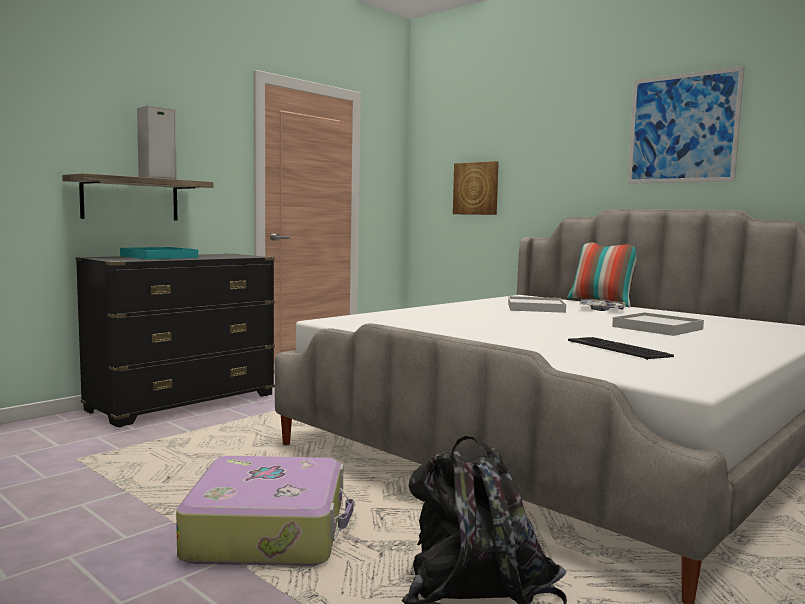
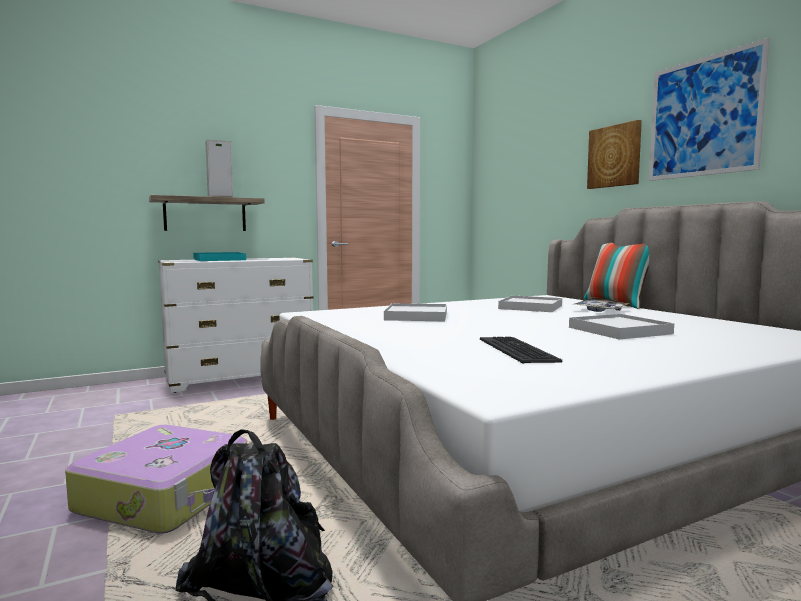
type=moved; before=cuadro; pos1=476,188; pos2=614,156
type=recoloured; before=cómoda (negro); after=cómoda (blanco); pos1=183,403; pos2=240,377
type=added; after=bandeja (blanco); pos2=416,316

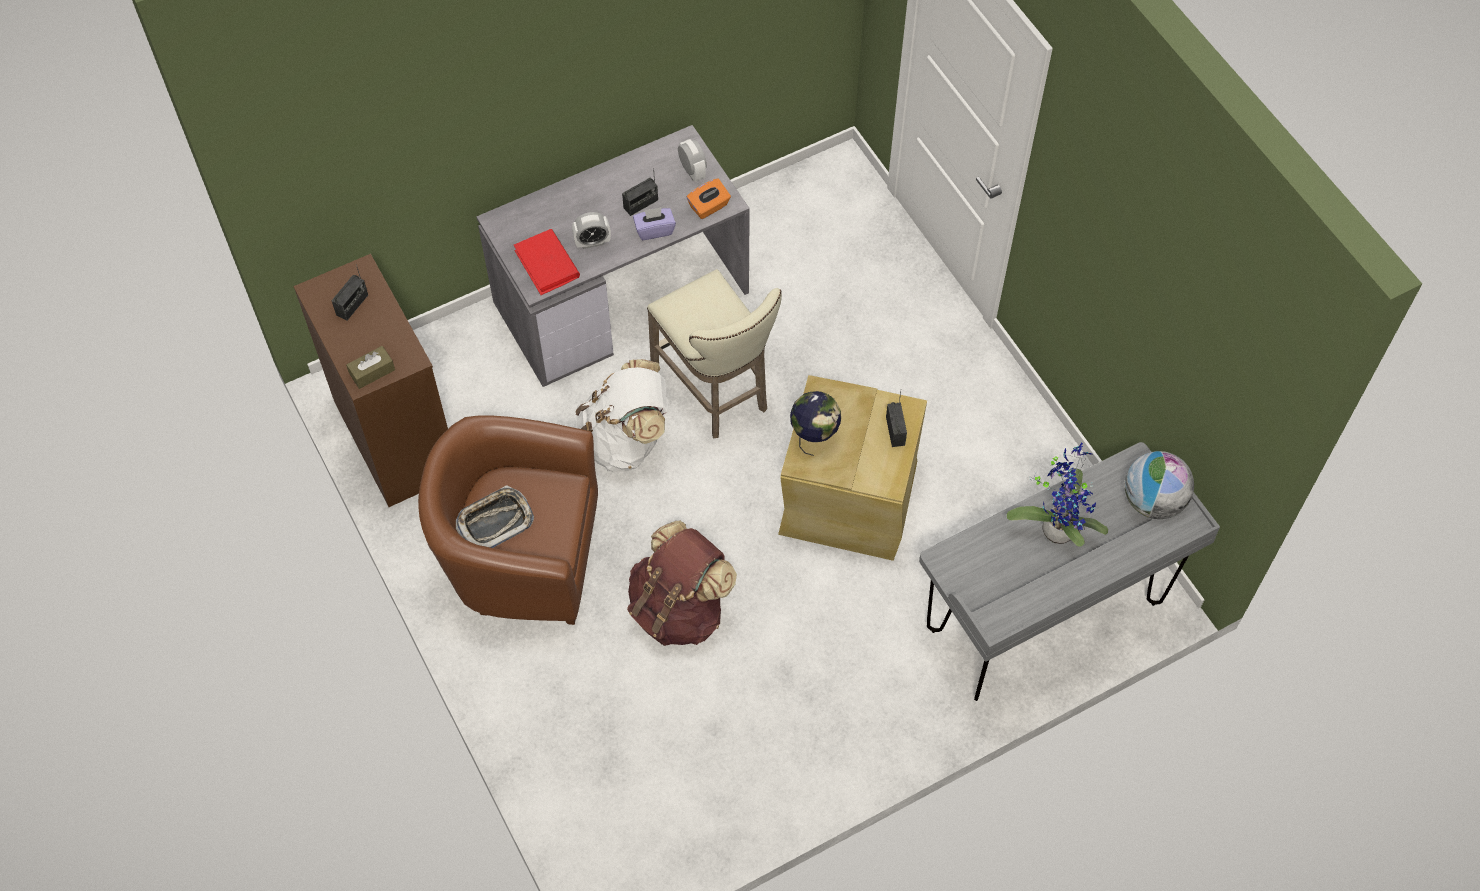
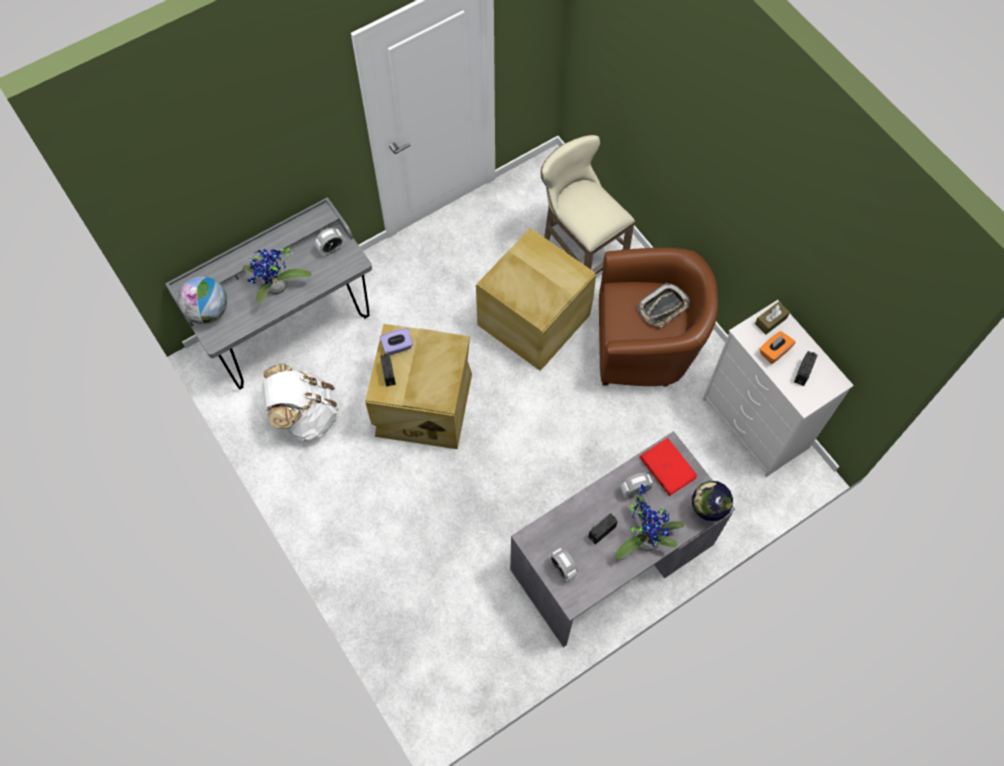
type=moved; before=caja de pañuelos (naranja); pos1=709,207; pos2=774,351
type=moved; before=caja de pañuelos (morado); pos1=654,230; pos2=397,346
type=recoloured; before=cómoda (marrón); after=cómoda (blanco); pos1=395,437; pos2=756,424
type=moved; before=taburete (beis); pos1=715,392; pos2=580,251
type=moved; before=mochila (blanco); pos1=626,440; pos2=306,415
type=moved; before=globo terráqueo; pos1=814,436; pos2=707,511
type=replaced; before=mochila (marrón); after=caja de almacenaje (beis); pos1=679,609; pos2=533,318
type=added; after=despertador; pos2=331,249
type=added; after=planta en maceta; pos2=644,537

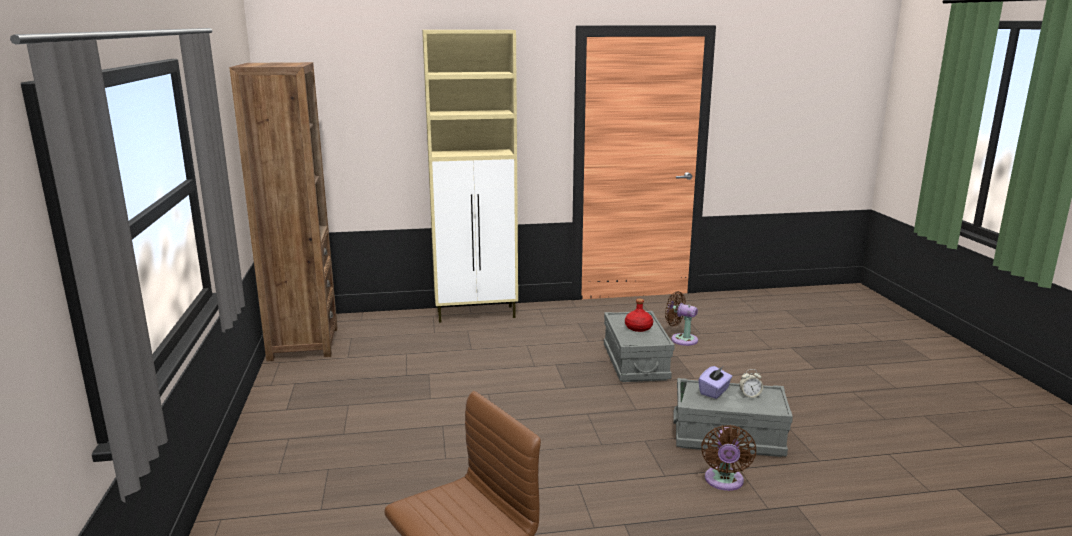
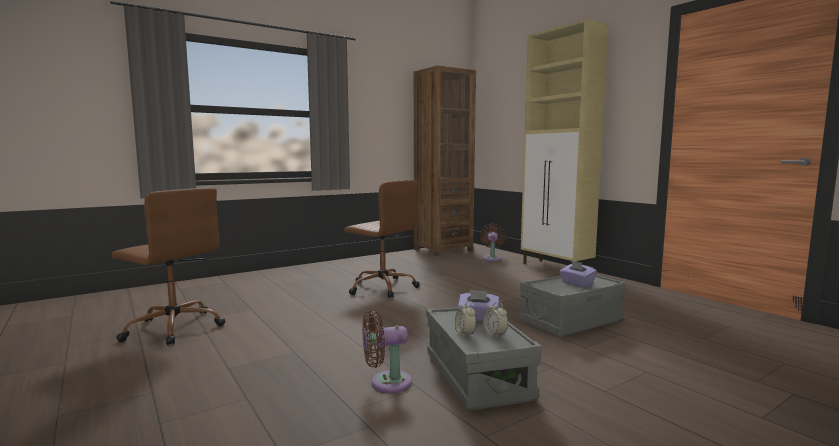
type=moved; before=ventilador (marrón); pos1=681,339; pos2=492,258
type=replaced; before=botella (rojo); after=caja de pañuelos (morado); pos1=638,328; pos2=577,284
type=added; after=silla de oficina (marrón); pos2=382,287
type=added; after=despertador; pos2=465,333

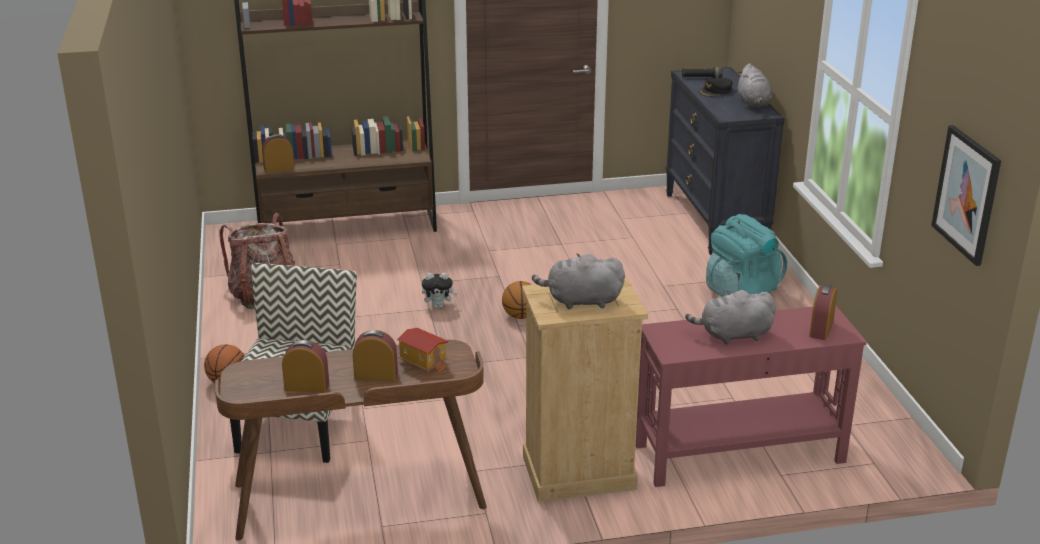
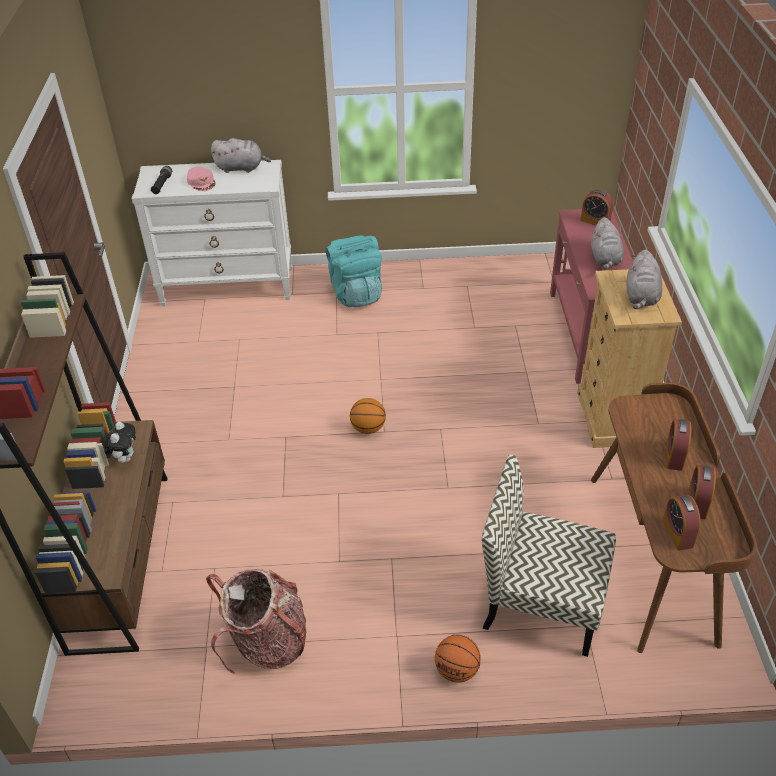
type=recoloured; before=cómoda (negro); after=cómoda (blanco); pos1=715,221; pos2=228,286
type=recoloured; before=gorra (negro); after=gorra (rosa); pos1=715,91; pos2=201,182
type=removed; before=cuadro; pos1=967,194
type=moved; before=despertador; pos1=279,168; pos2=678,533
type=moved; before=peluche; pos1=439,306; pos2=125,457
type=removed; before=casita; pos1=424,362

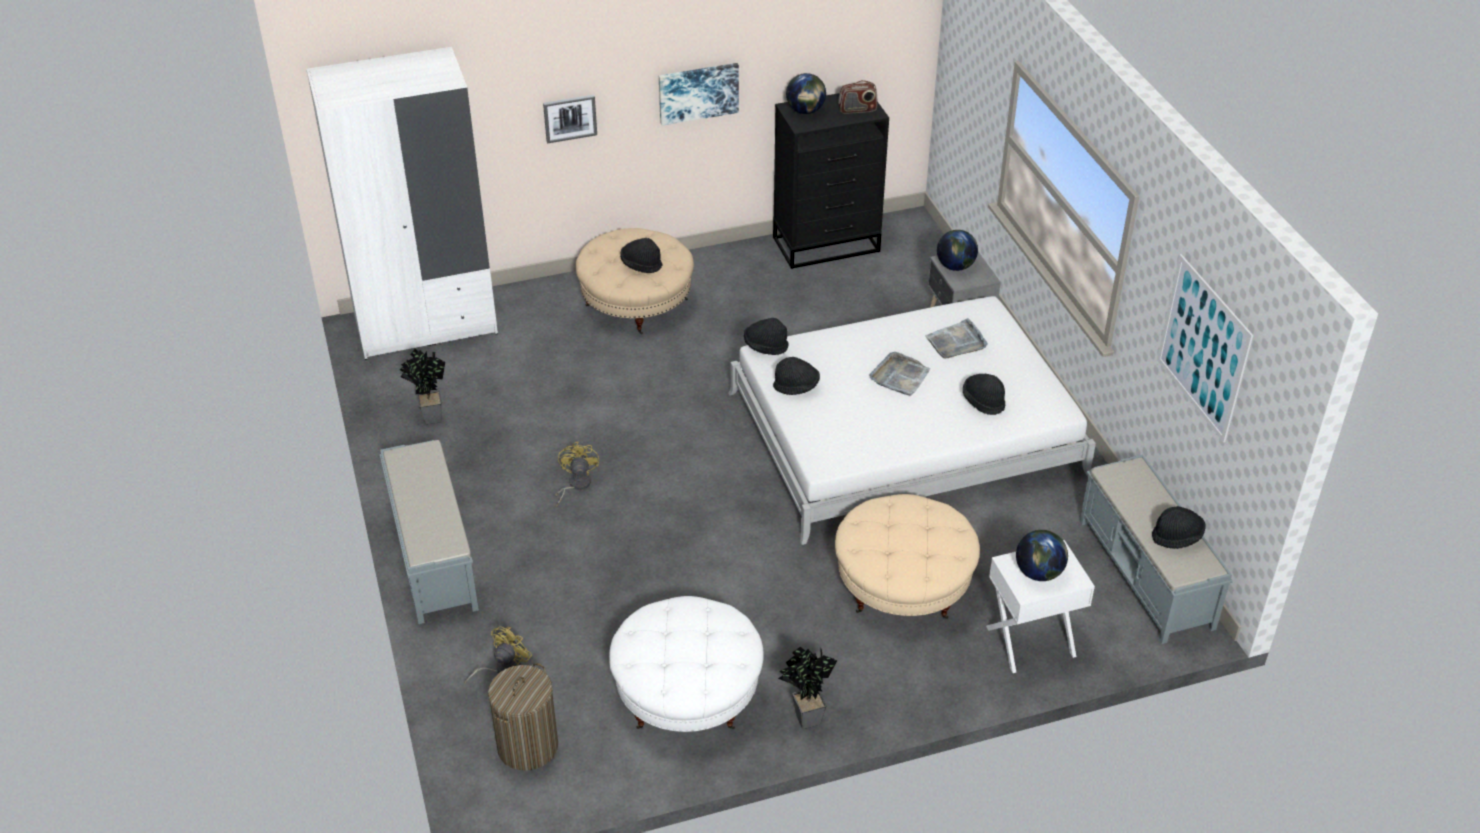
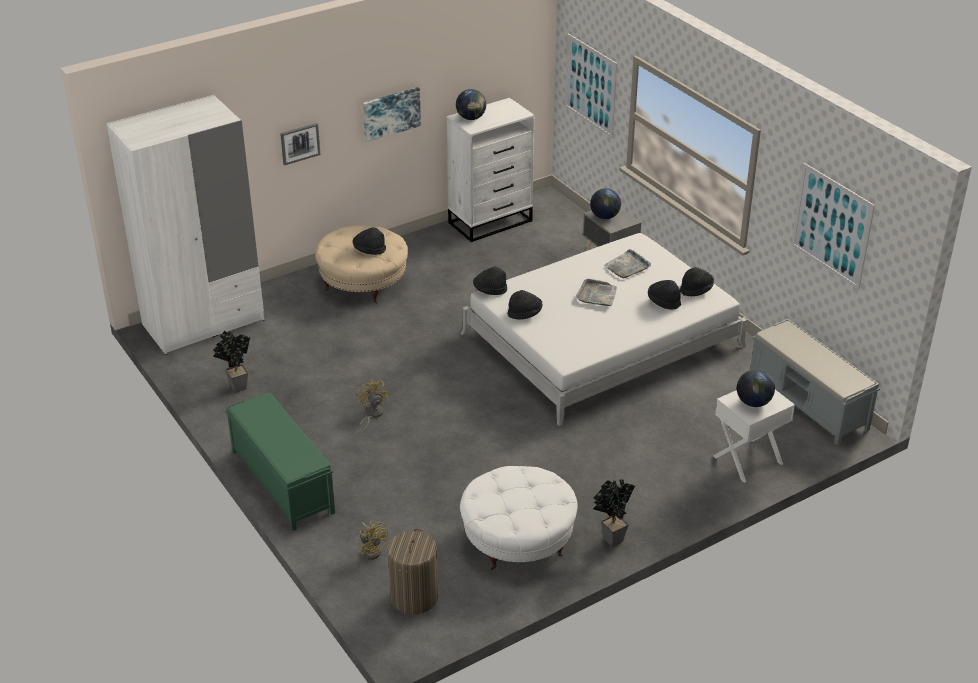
type=removed; before=radio; pos1=857,110
type=recoloured; before=cómoda (negro); after=cómoda (blanco); pos1=827,244; pos2=491,222
type=recoloured; before=banco (gris); after=banco (verde); pos1=432,554; pos2=282,481
type=removed; before=puf (beis); pos1=903,584
type=moved; before=sombrero (negro); pos1=1177,537; pos2=696,290
type=turned; before=ventilador (amarillo); pos1=502,669; pos2=372,550; turn=120
type=added; after=cuadro; pos2=590,85

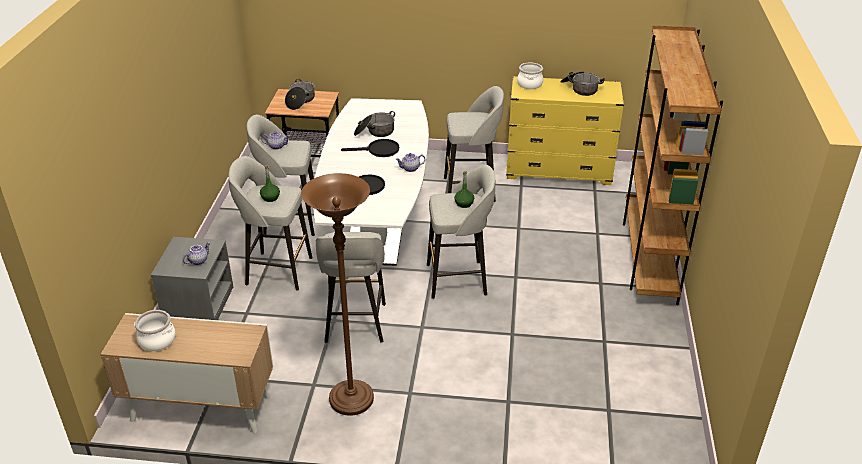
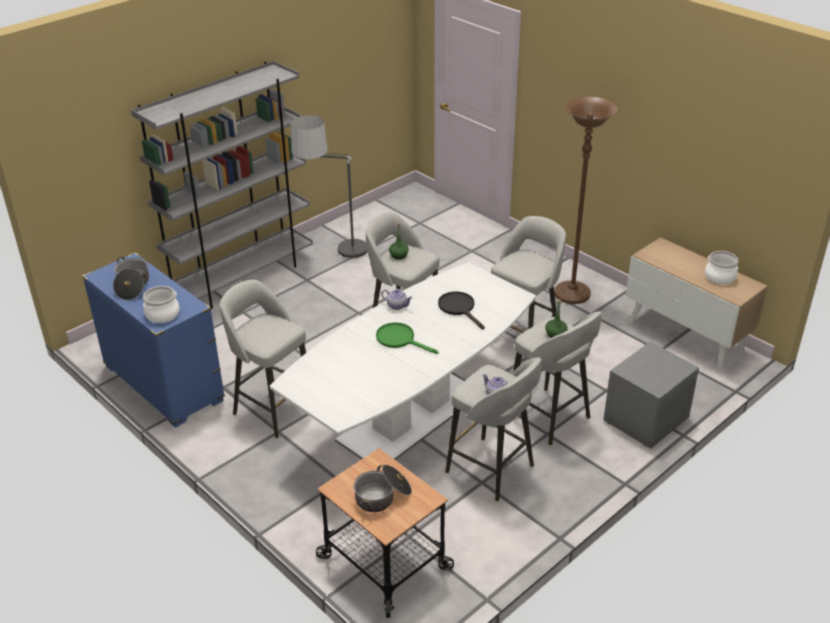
type=recoloured; before=estantería (marrón); after=estantería (gris); pos1=648,257; pos2=242,278
type=recoloured; before=cómoda (amarillo); after=cómoda (azul); pos1=558,171; pos2=163,384
type=removed; before=olla; pos1=374,132
type=recoloured; before=sartén (negro); after=sartén (verde); pos1=378,150; pos2=400,339
type=removed; before=tetera; pos1=198,260
type=added; after=lámpara de pie; pos2=337,262

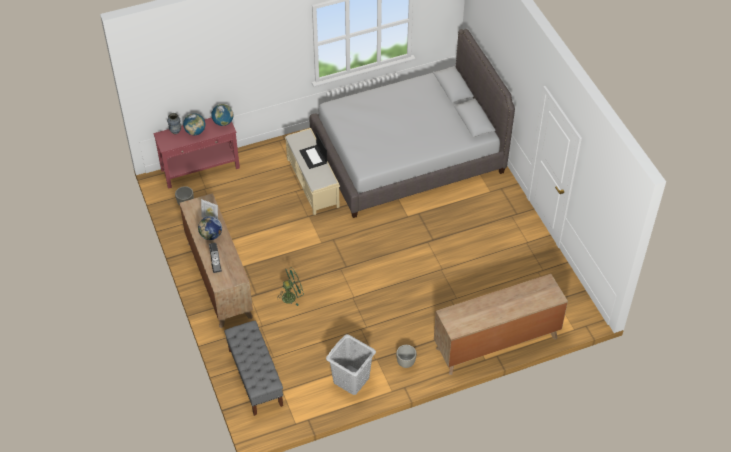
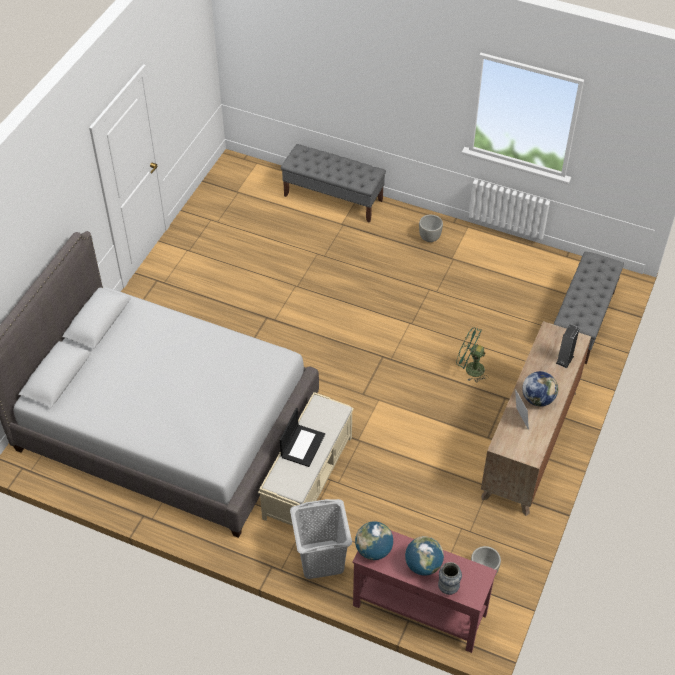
type=replaced; before=cómoda (marrón); after=banco (gris); pos1=496,343; pos2=333,198
type=moved; before=cesto de la ropa (gris); pos1=351,380; pos2=321,559

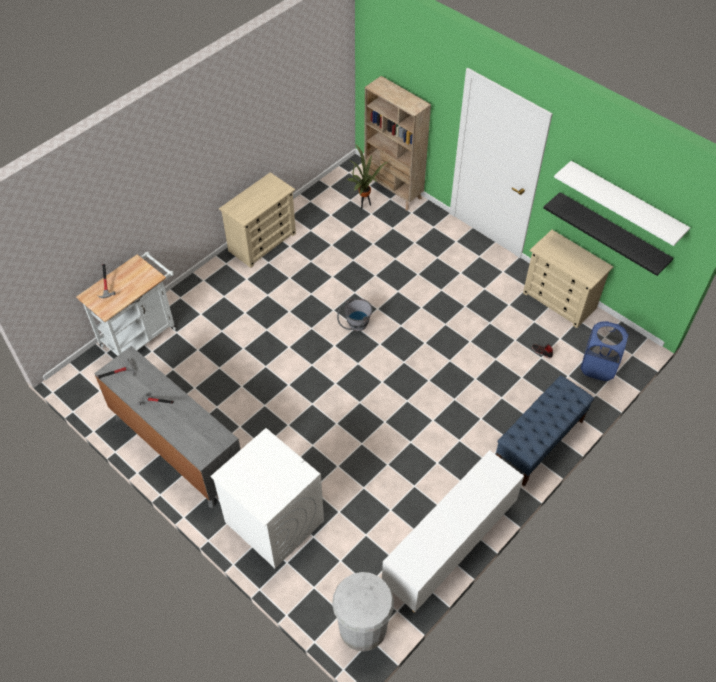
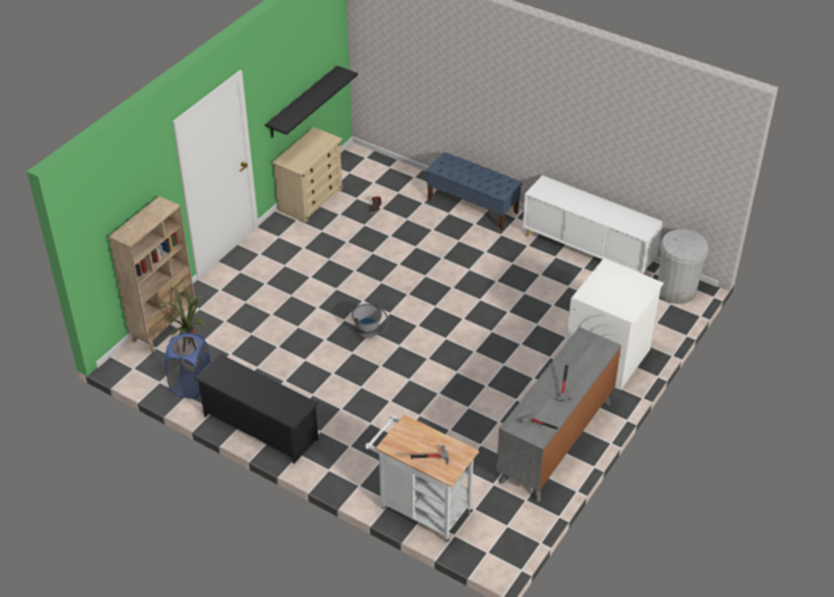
type=removed; before=estante (blanco); pos1=626,201
type=replaced; before=cómoda (beis); after=zapatero (negro); pos1=262,242; pos2=260,427
type=moved; before=cesto de la ropa (azul); pos1=598,367; pos2=191,385

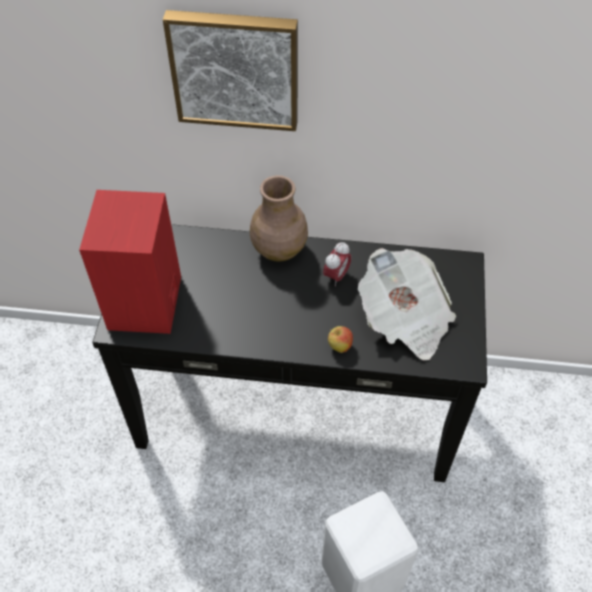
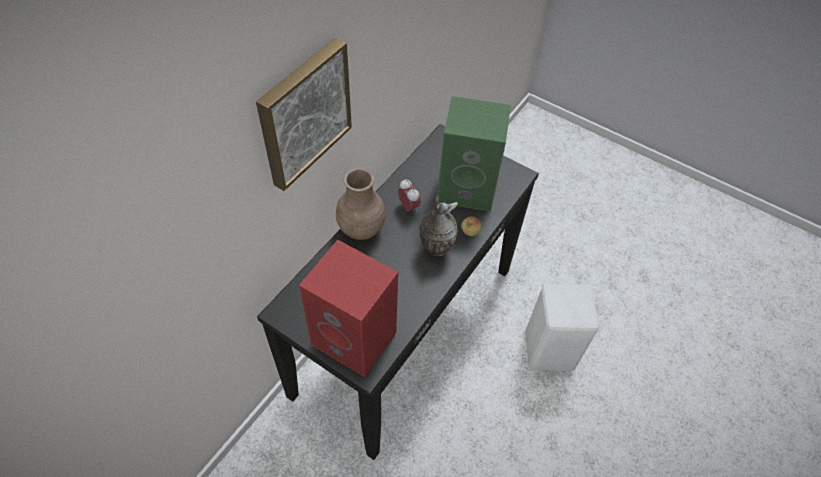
type=replaced; before=periódico; after=altavoz (verde); pos1=405,319; pos2=468,188
type=added; after=florero; pos2=435,247

